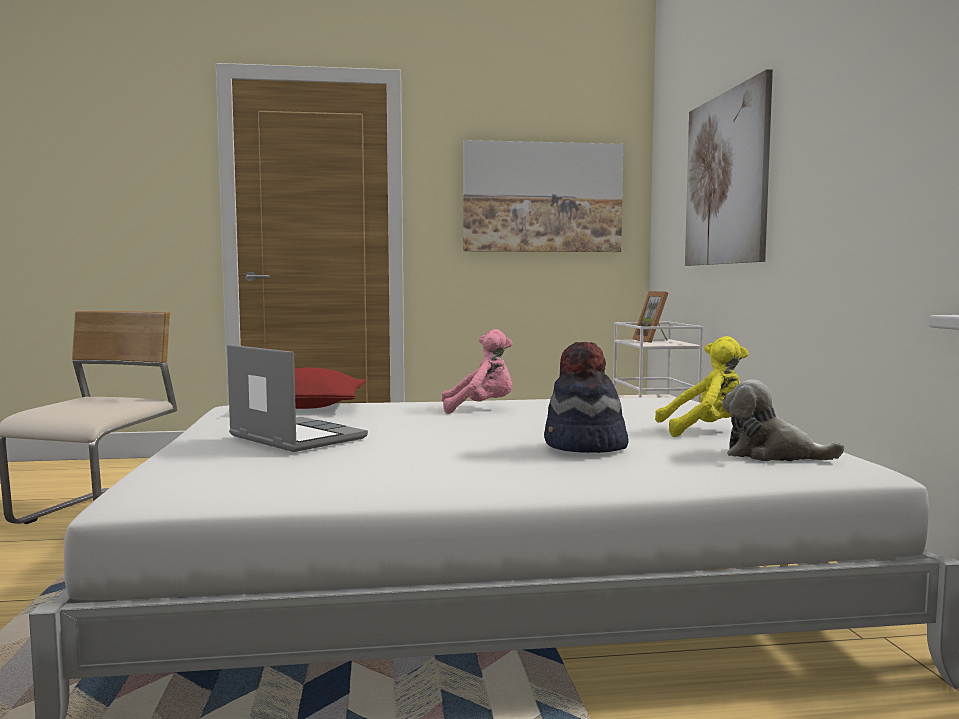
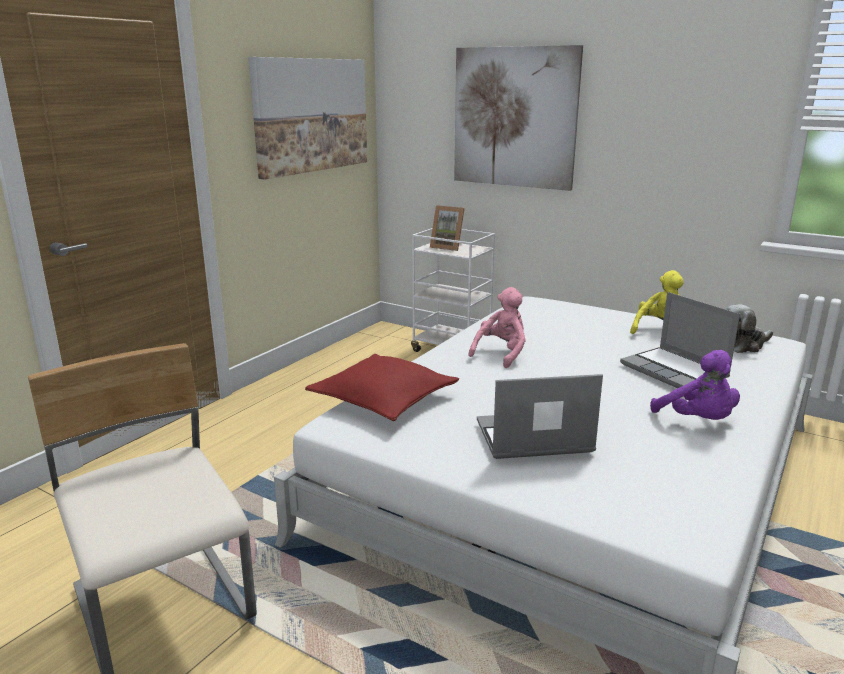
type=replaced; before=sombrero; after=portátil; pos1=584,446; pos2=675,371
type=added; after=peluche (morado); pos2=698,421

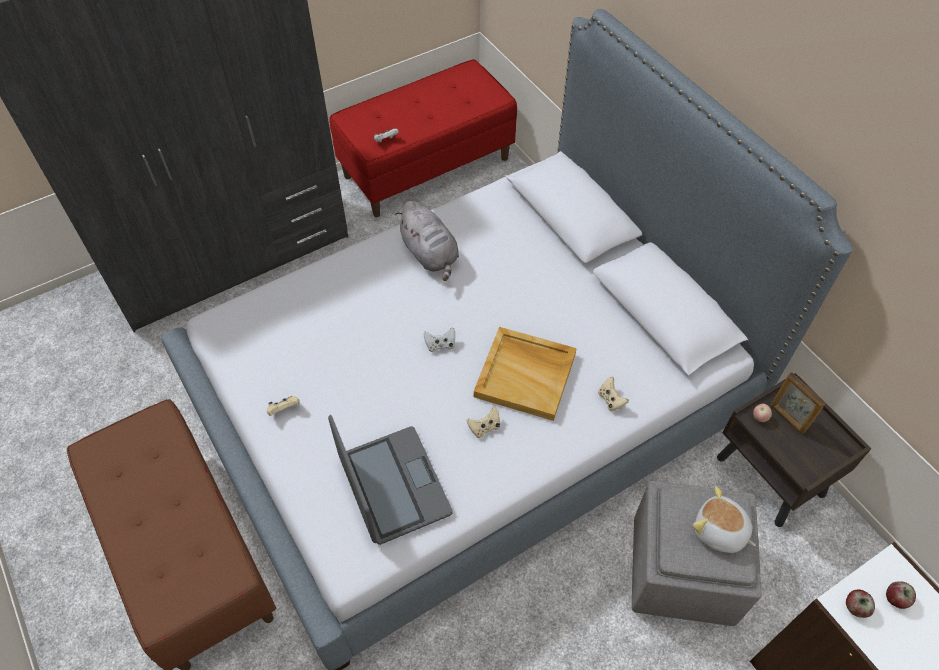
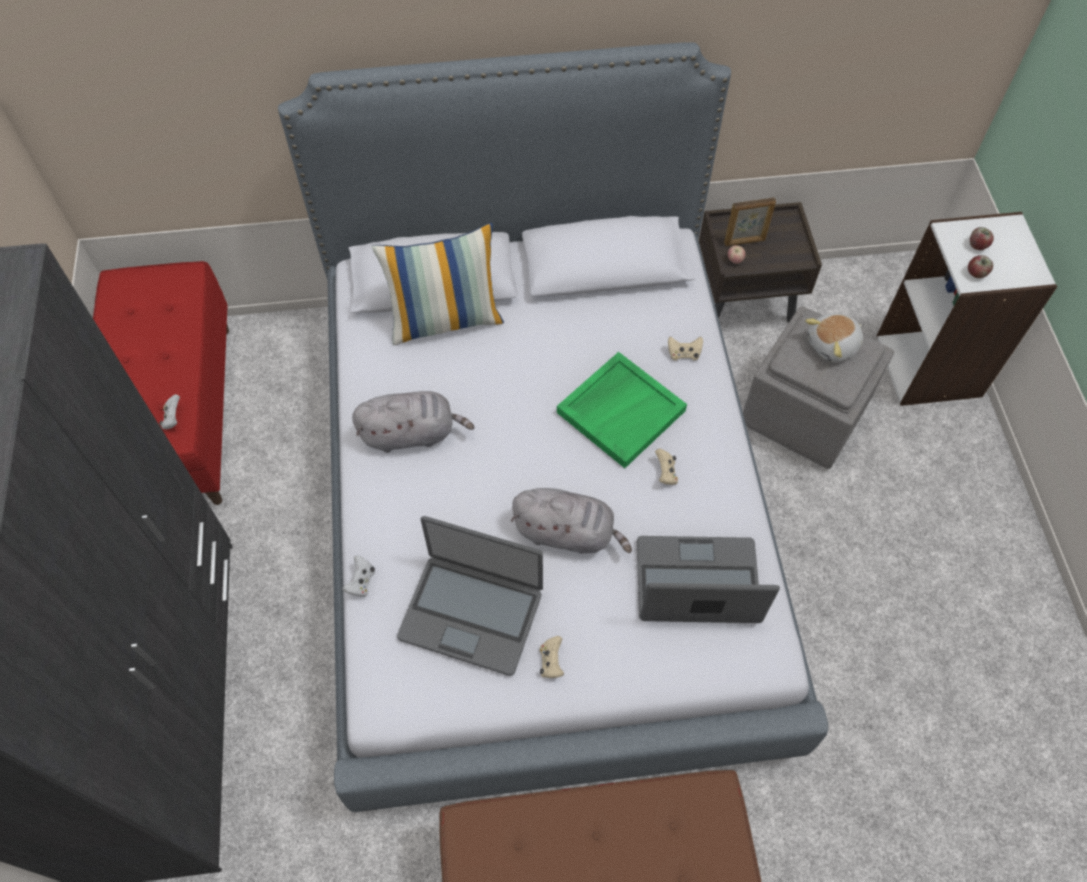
type=moved; before=mando de consola (blanco); pos1=440,345; pos2=361,582
type=recoloured; before=bandeja (beis); after=bandeja (verde); pos1=526,375; pos2=621,410
type=added; after=cojín; pos2=445,319
type=added; after=peluche (gris); pos2=568,533
type=added; after=portátil; pos2=471,613

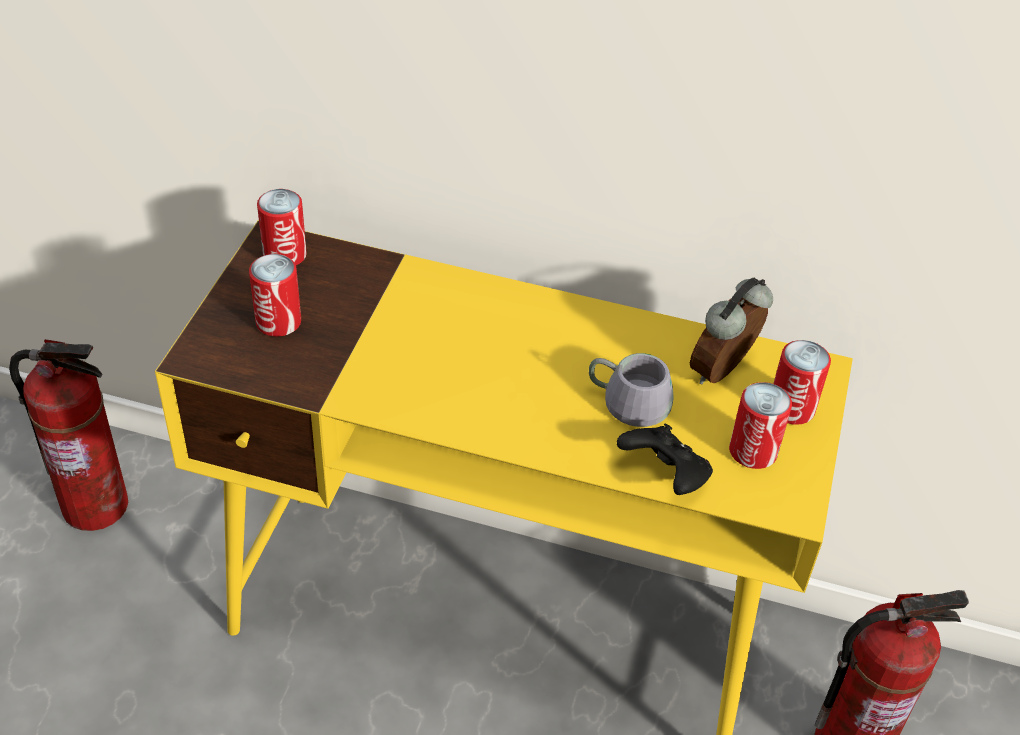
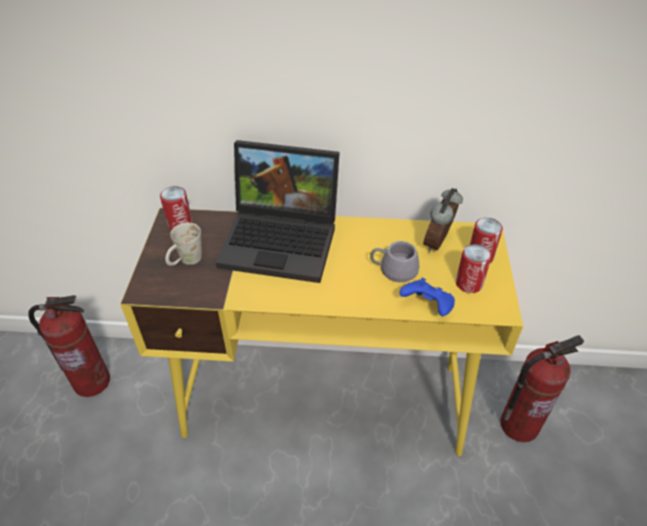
type=replaced; before=lata; after=taza grande (blanco); pos1=278,322; pos2=186,261
type=recoloured; before=mando de consola (negro); after=mando de consola (azul); pos1=665,476; pos2=427,306
type=added; after=portátil; pos2=283,239

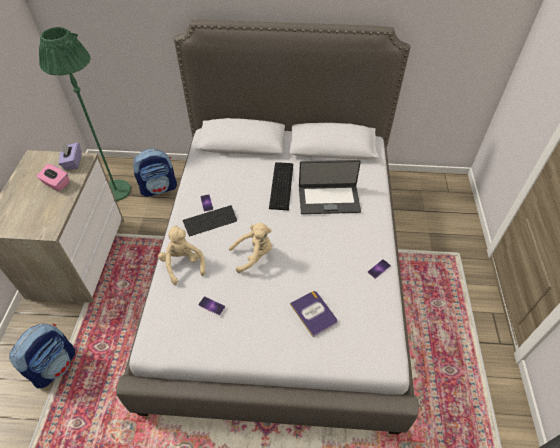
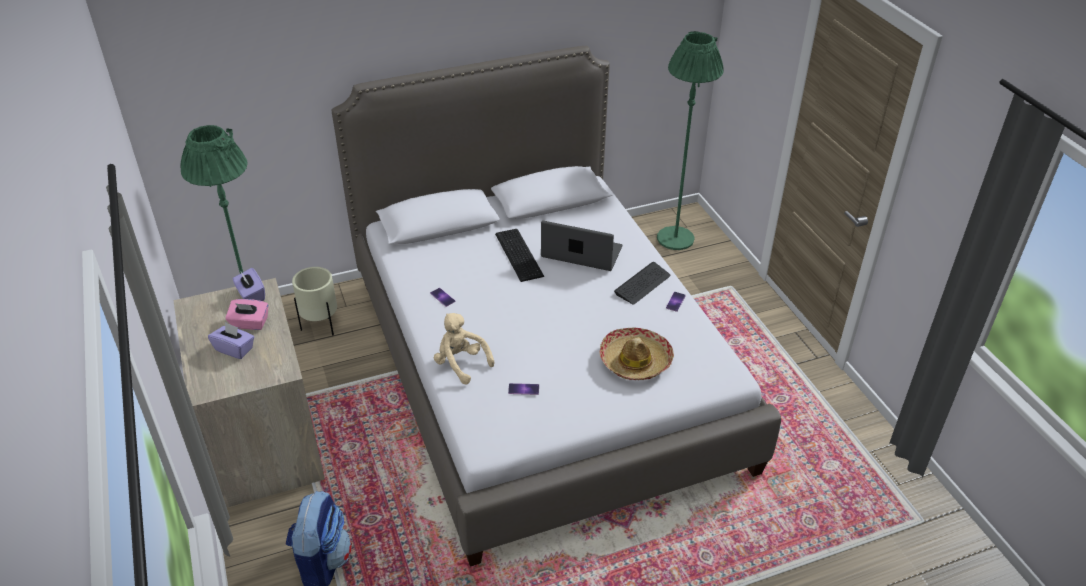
type=replaced; before=mochila; after=maceta (beis); pos1=159,188; pos2=321,326
type=turned; before=portátil; pos1=328,199; pos2=581,253; turn=-135
type=moved; before=teclado; pos1=210,221; pos2=642,284
type=removed; before=peluche (beis); pos1=254,255
type=replaced; before=libro; after=sombrero; pos1=314,313; pos2=635,361
type=added; after=lámpara de pie (verde); pos2=675,238
type=added; after=caja de pañuelos (morado); pos2=234,349

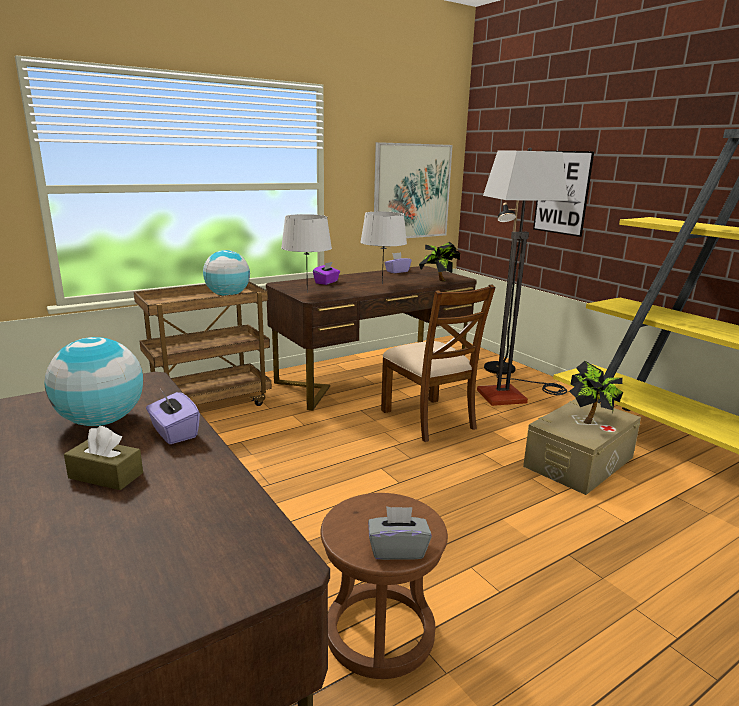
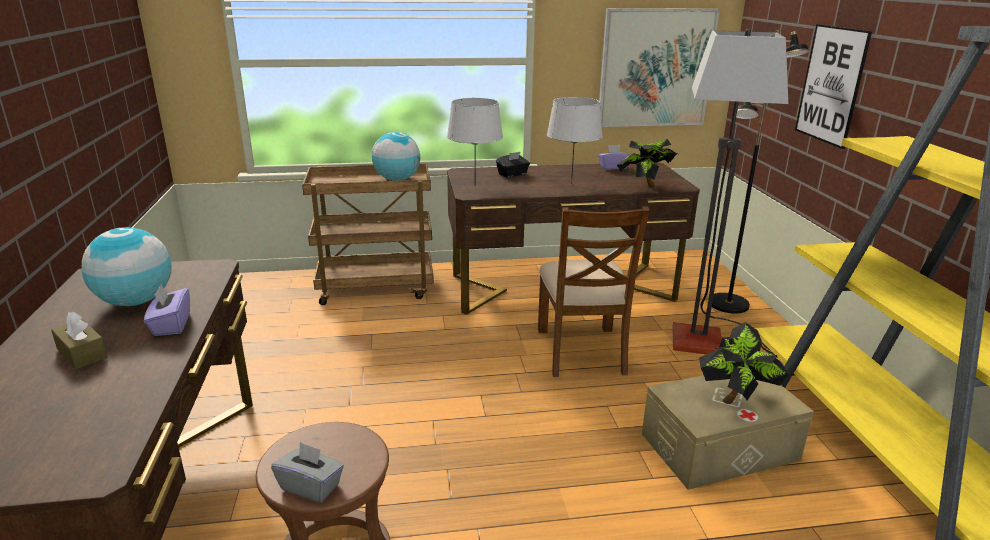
type=recoloured; before=caja de pañuelos (morado); after=caja de pañuelos (negro); pos1=326,282; pos2=512,174

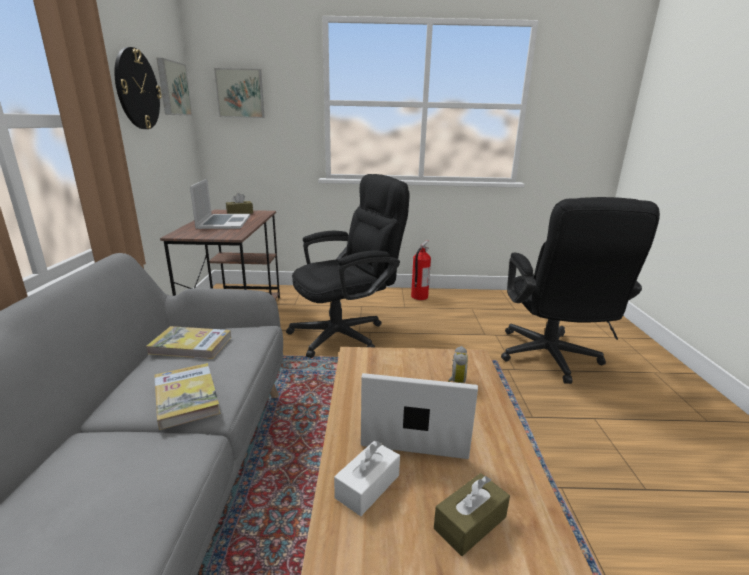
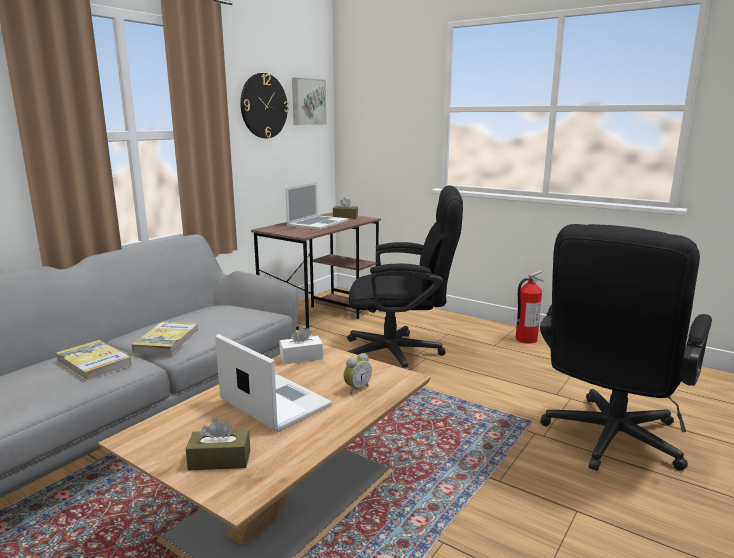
type=removed; before=cuadro; pos1=240,93
type=moved; before=libro; pos1=191,345; pos2=94,363
type=moved; before=caja de pañuelos (blanco); pos1=367,486; pos2=301,357

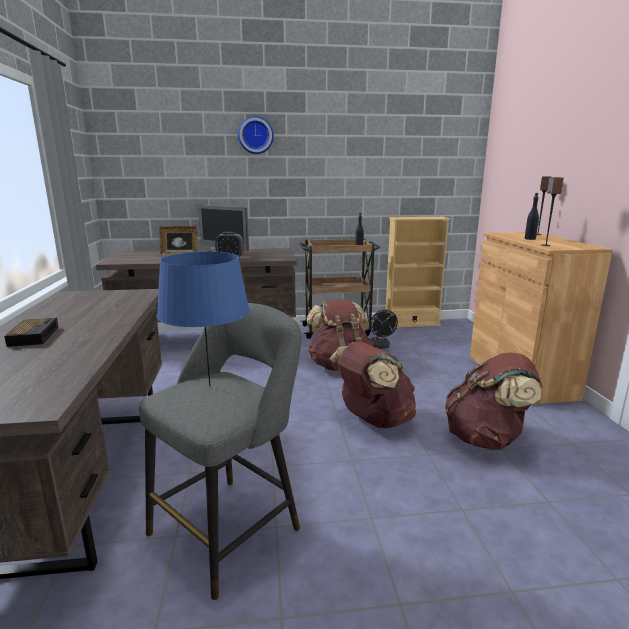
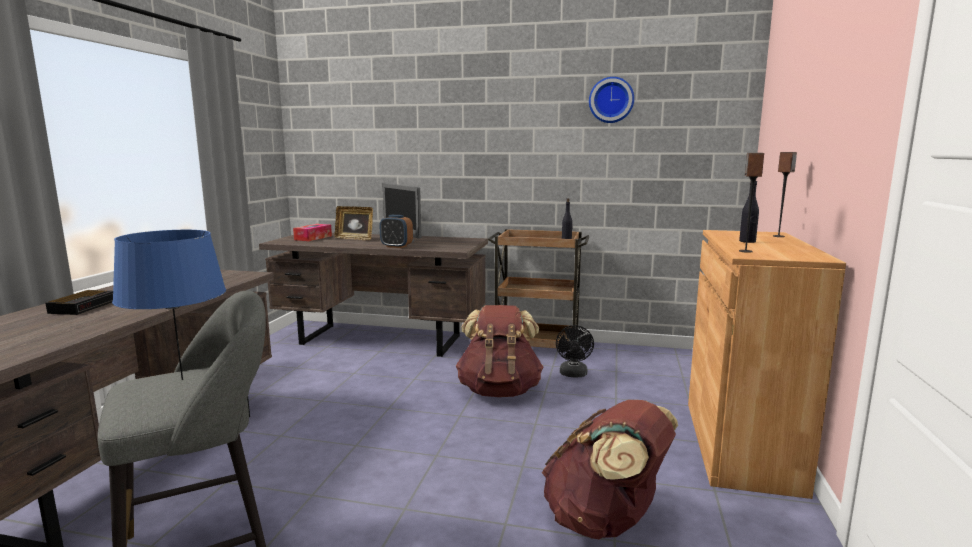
type=moved; before=reloj de pared; pos1=255,135; pos2=611,100
type=removed; before=estantería (beis); pos1=411,324
type=removed; before=mochila (marrón); pos1=373,420
type=added; after=caja de pañuelos; pos2=313,238

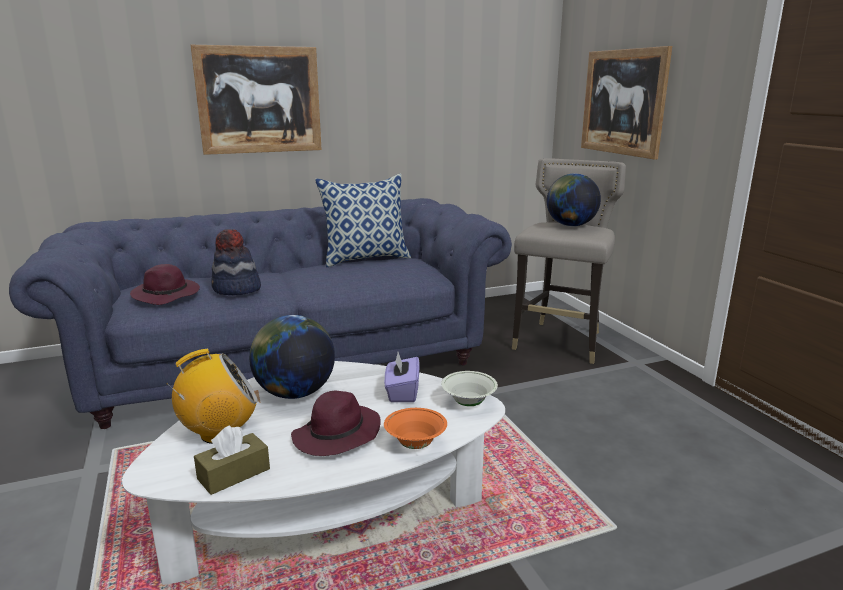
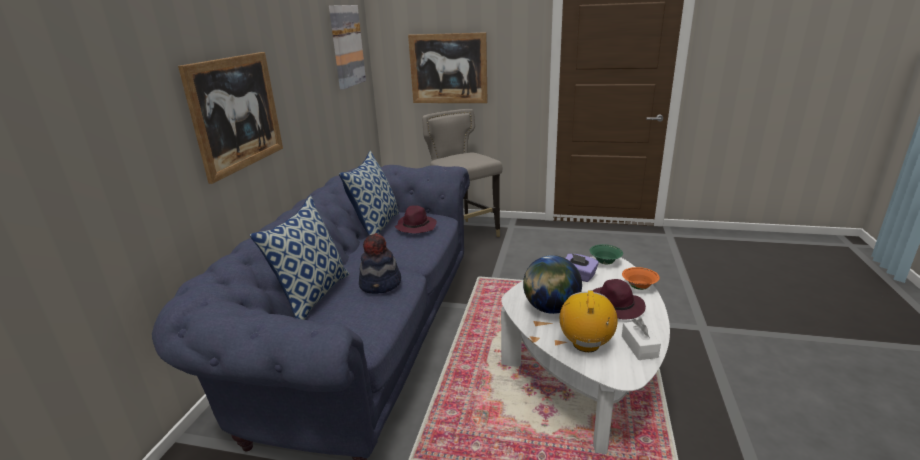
type=removed; before=globo terráqueo; pos1=570,225
type=moved; before=sombrero (morado); pos1=167,295; pos2=415,226
type=recoloured; before=cuenco (blanco); after=cuenco (verde); pos1=468,403; pos2=605,262
type=recoloured; before=caja de pañuelos (marrón); after=caja de pañuelos (blanco); pos1=234,474; pos2=639,346
type=added; after=cuadro; pos2=346,46
type=added; after=cojín; pos2=313,295

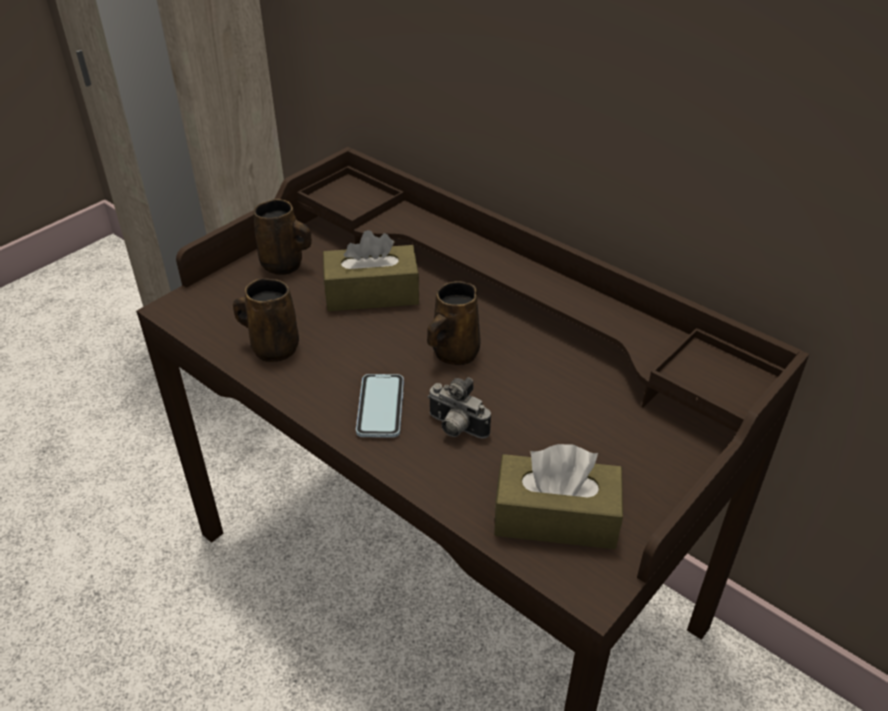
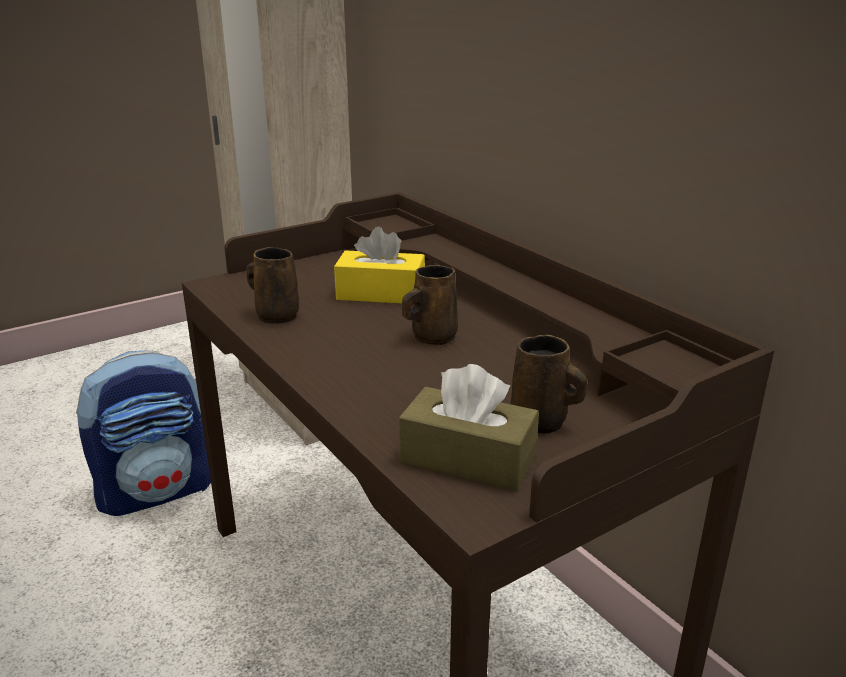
type=moved; before=taza grande (marrón); pos1=284,265; pos2=541,422
type=recoloured; before=caja de pañuelos (marrón); after=caja de pañuelos (amarillo); pos1=372,293; pos2=381,293
type=removed; before=móvil; pos1=380,407
type=removed; before=cámara; pos1=455,428
type=added; after=mochila; pos2=157,490

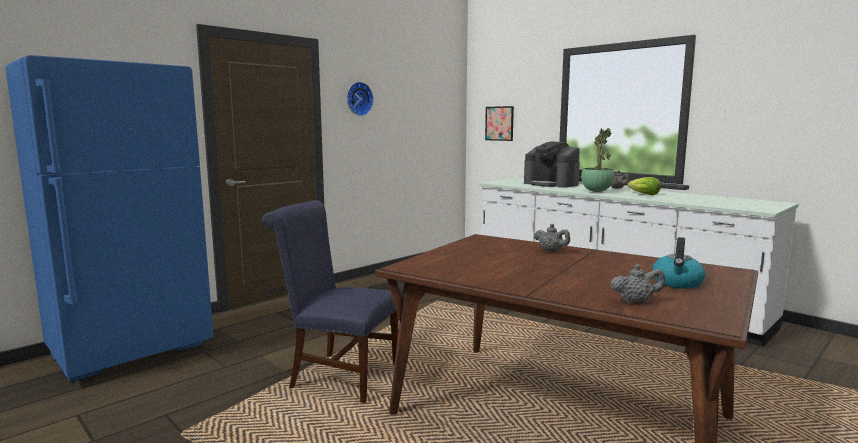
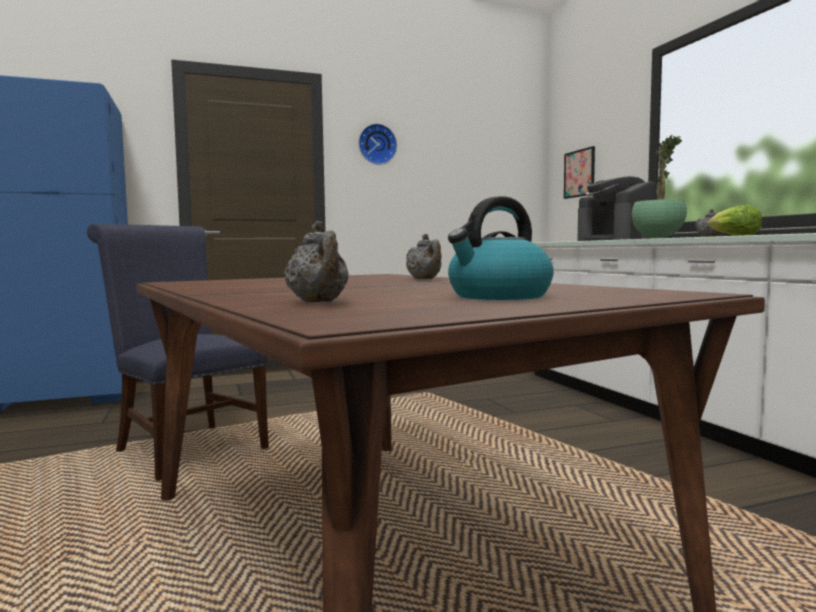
type=turned; before=tetera (gris); pos1=636,301; pos2=318,303; turn=45

